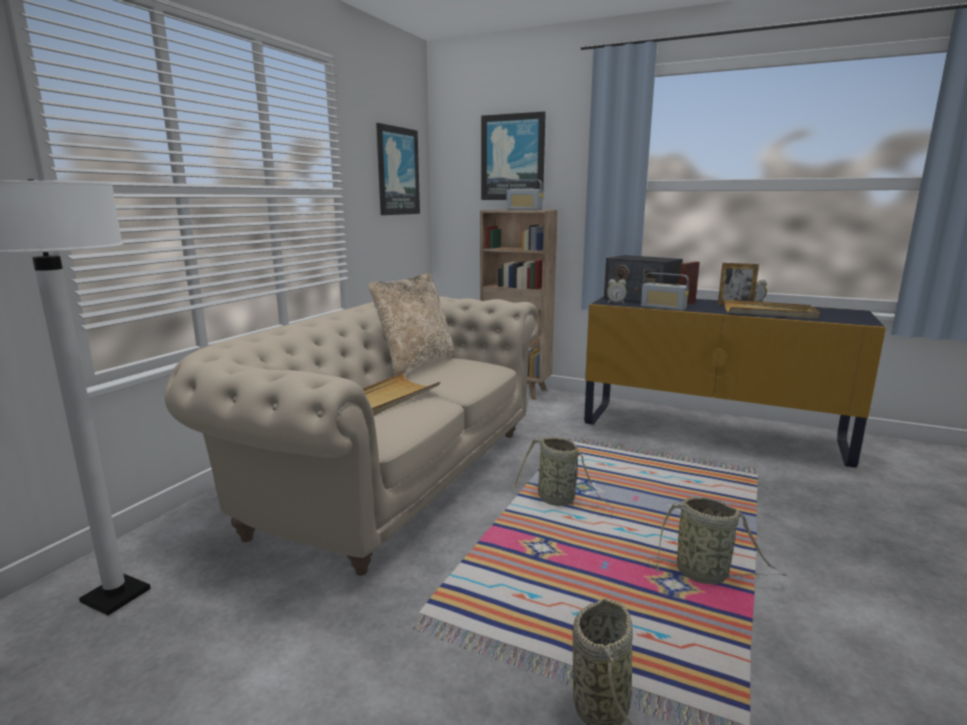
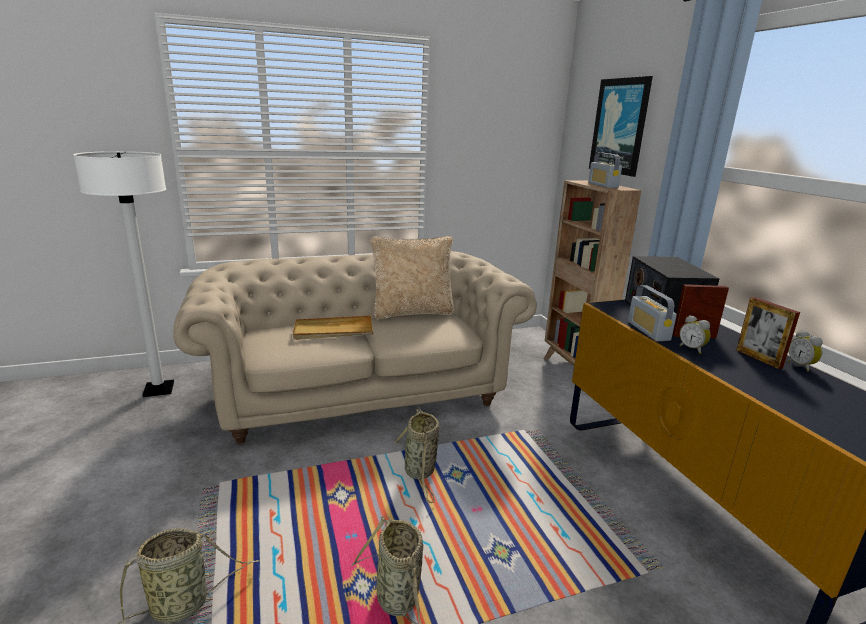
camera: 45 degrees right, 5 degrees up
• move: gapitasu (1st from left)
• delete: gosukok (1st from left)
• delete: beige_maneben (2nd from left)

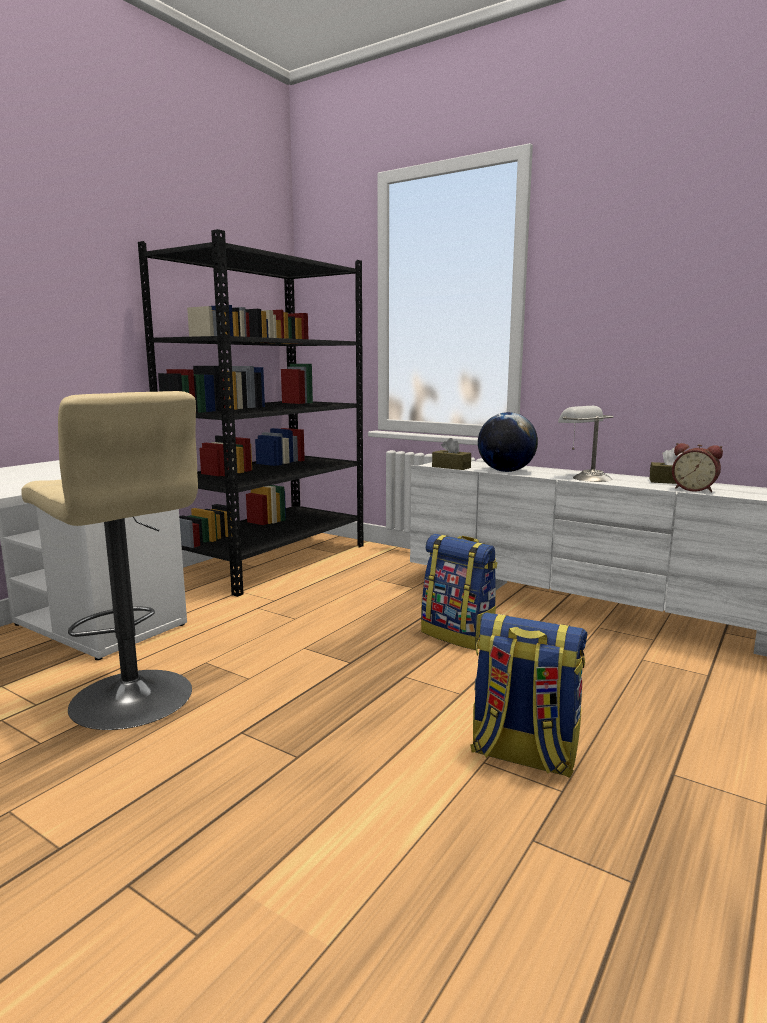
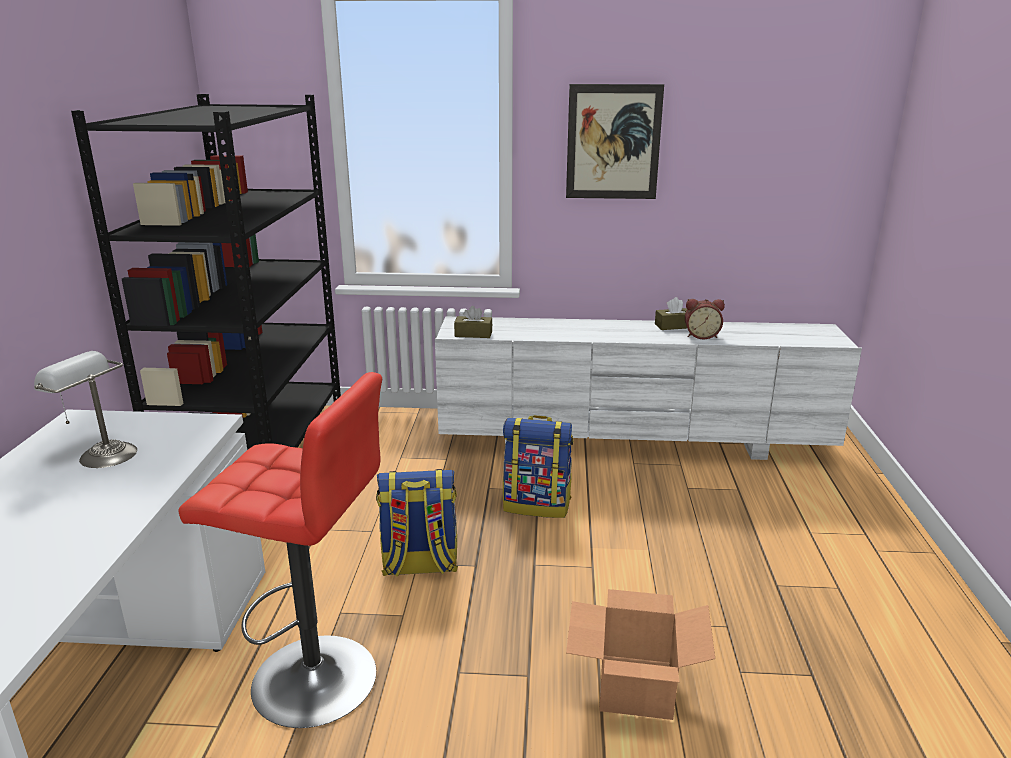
camera: 30 degrees left, 10 degrees up
• move: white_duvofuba
• recolor: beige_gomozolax to red_gomozolax
• move: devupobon (2nd from left in the first image) to devupobon (1st from left)
• insert: gosukok
• insert: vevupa
• delete: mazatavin

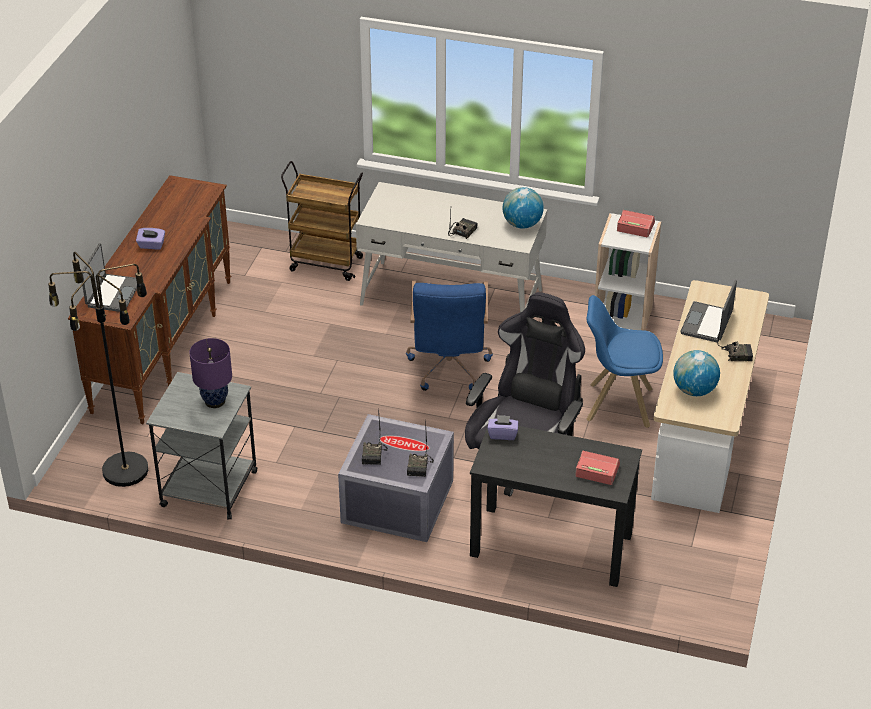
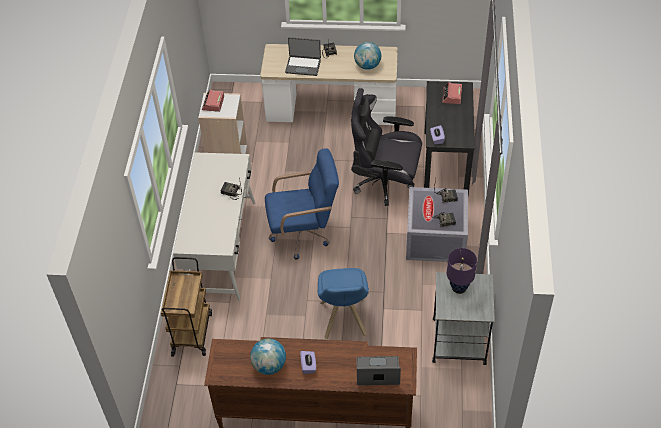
camera: 100 degrees left, 10 degrees up
• move: mazatavin (1st from left)
• move: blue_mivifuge
• delete: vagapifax

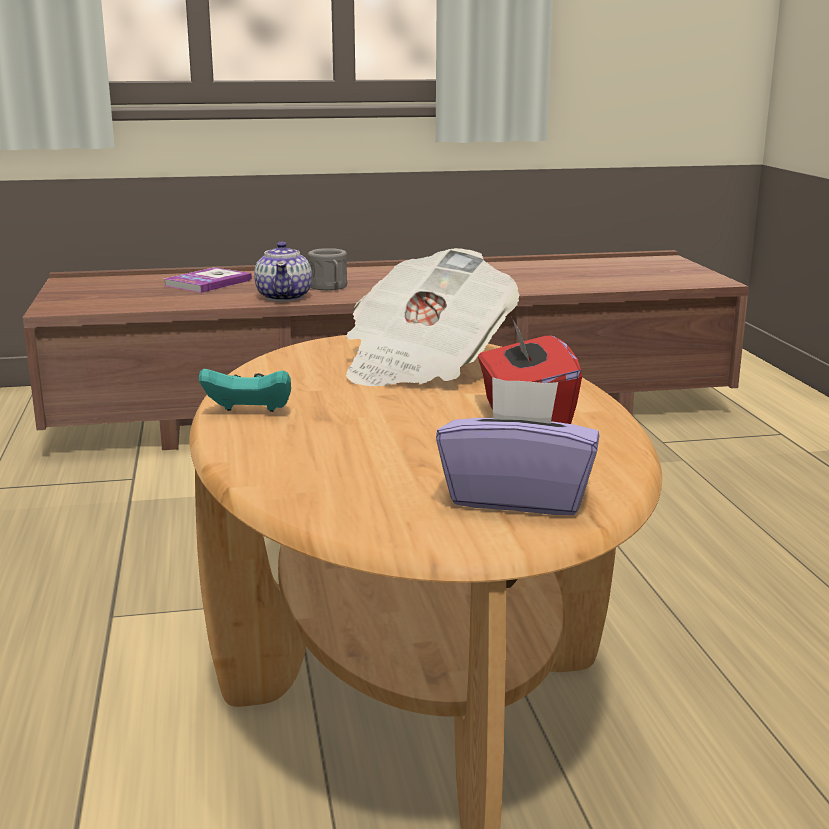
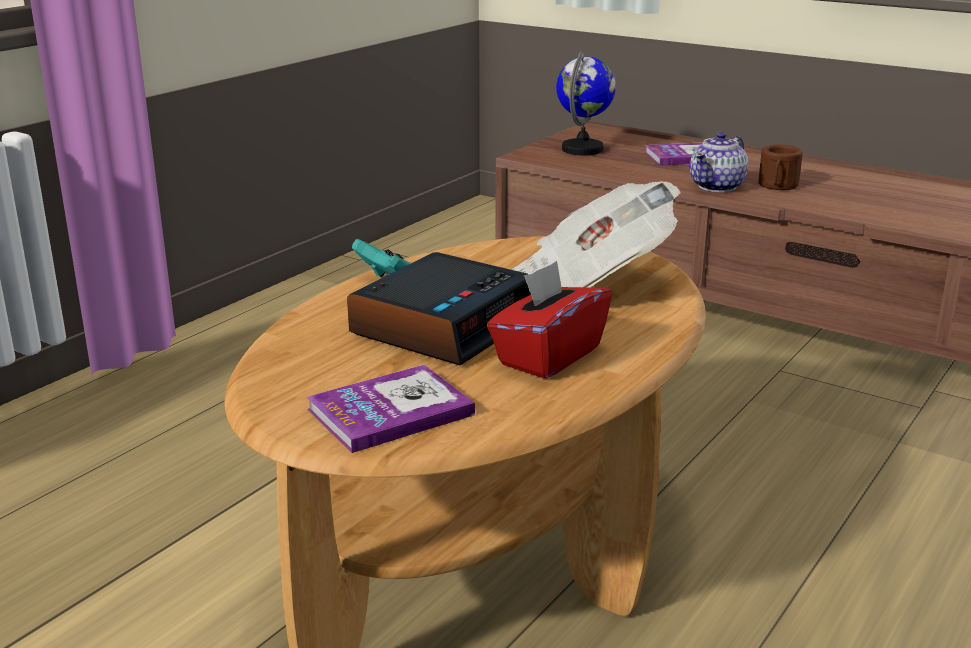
camera: 45 degrees right, 5 degrees up
• replace: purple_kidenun to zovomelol (1st from left)
• insert: gapitasu
• insert: mazatavin
• recolor: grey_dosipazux to brown_dosipazux

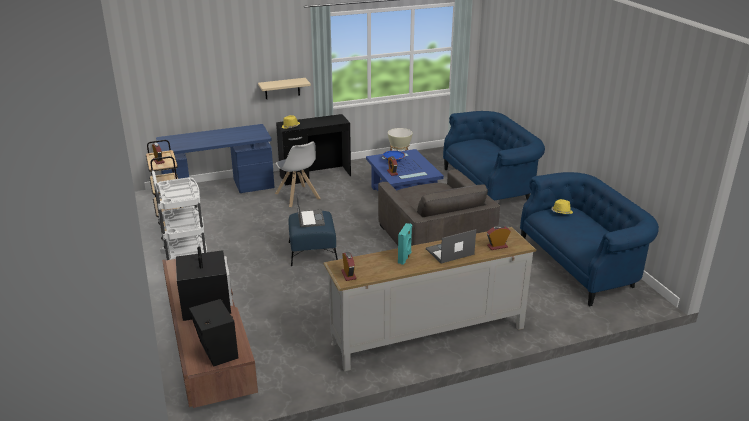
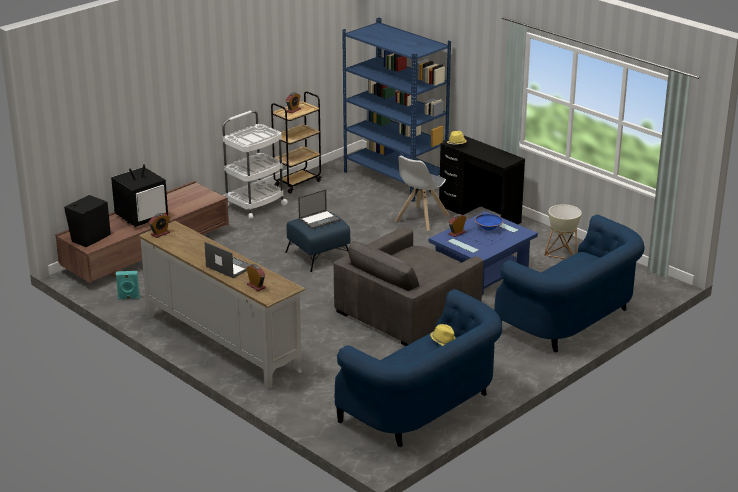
camera: 65 degrees right, 0 degrees up
• move: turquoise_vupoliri
• replace: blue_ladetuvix to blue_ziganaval
• delete: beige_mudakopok

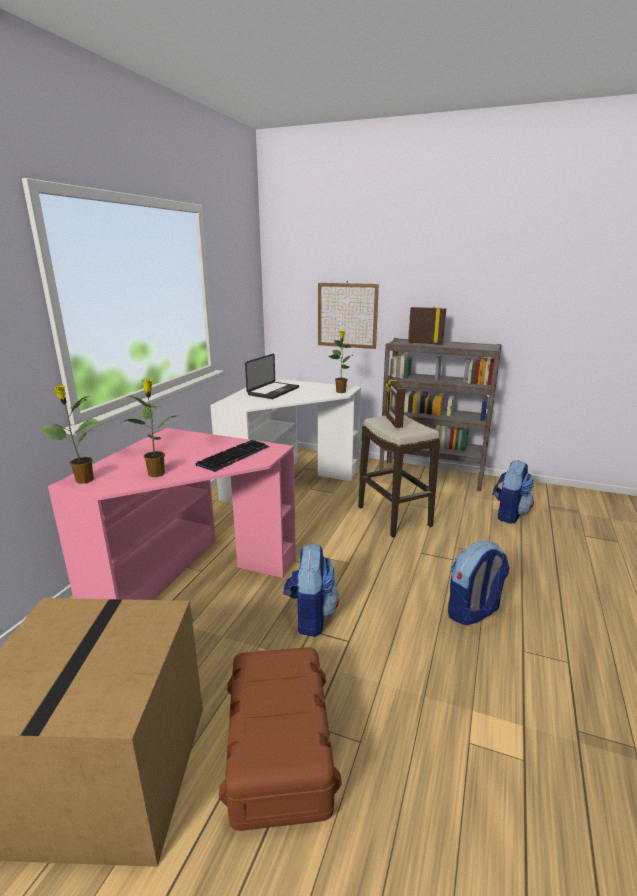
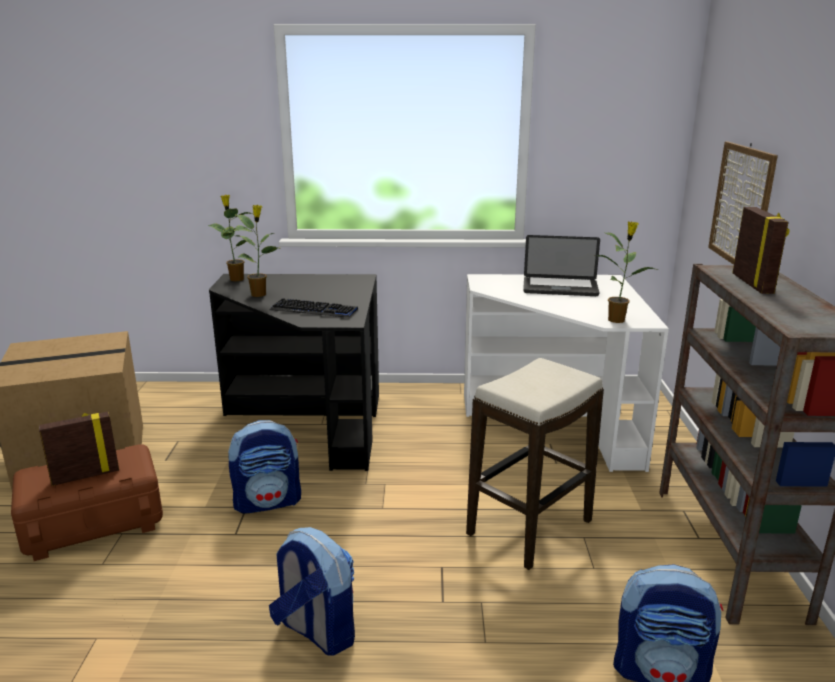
camera: 70 degrees right, 0 degrees up
• move: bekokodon (1st from left)
• recolor: pink_ladetuvix to black_ladetuvix

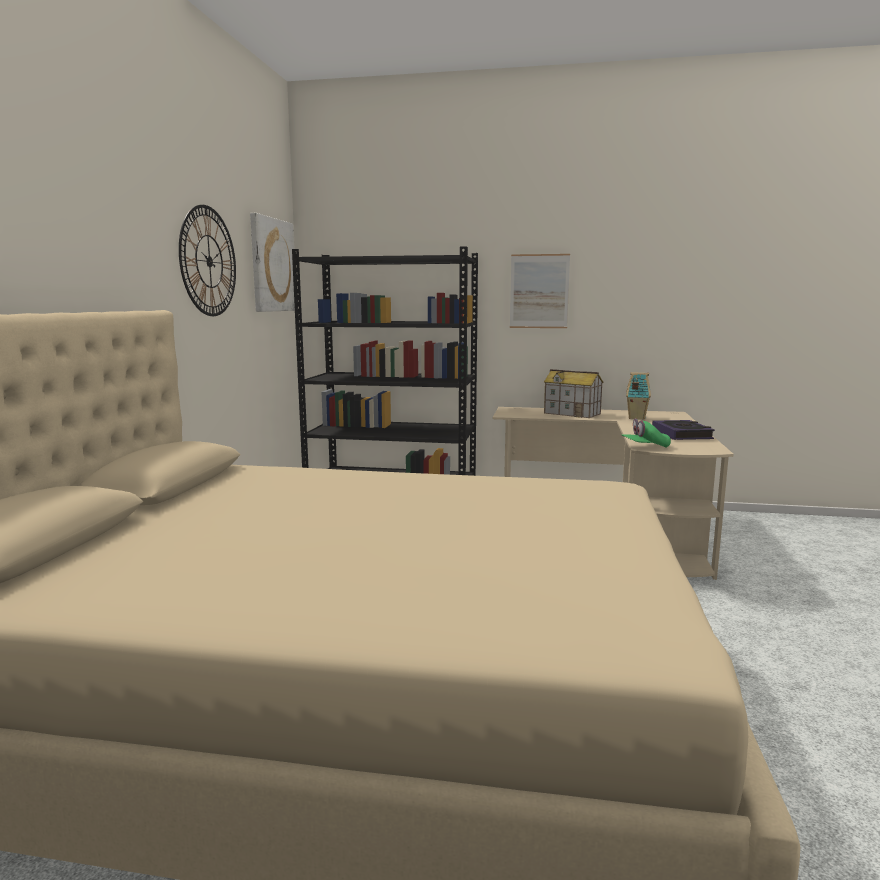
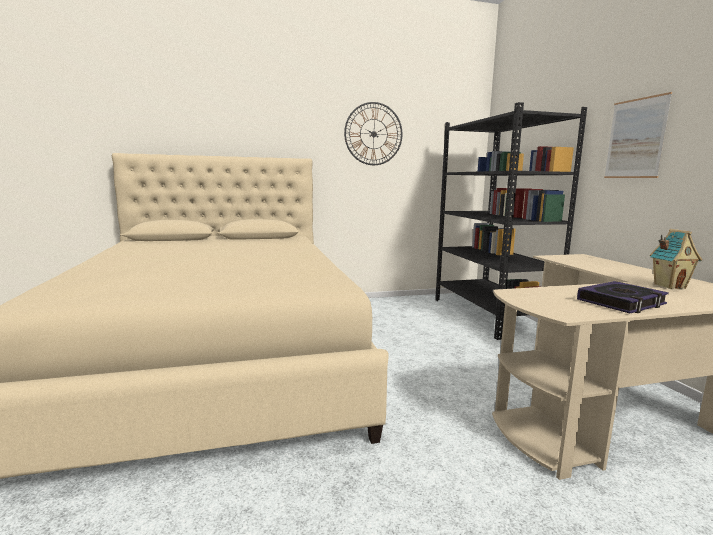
camera: 65 degrees right, 0 degrees up
• delete: gosukok (1st from left)
• delete: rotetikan (1st from left)
• delete: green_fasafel

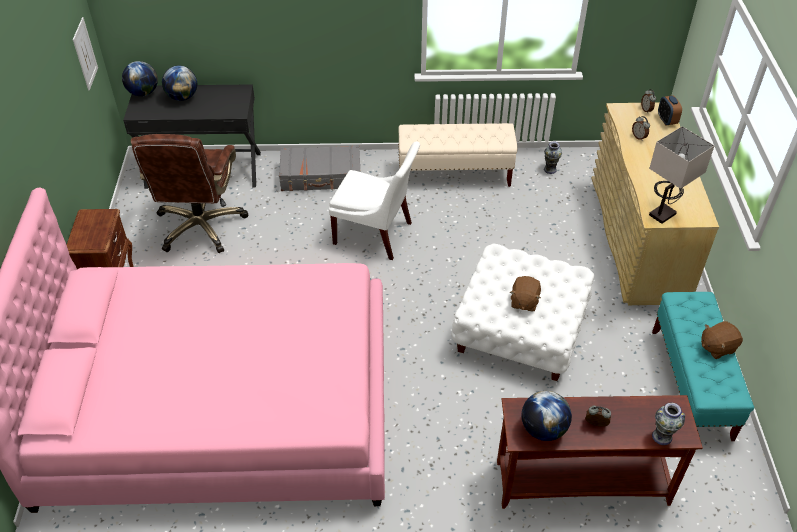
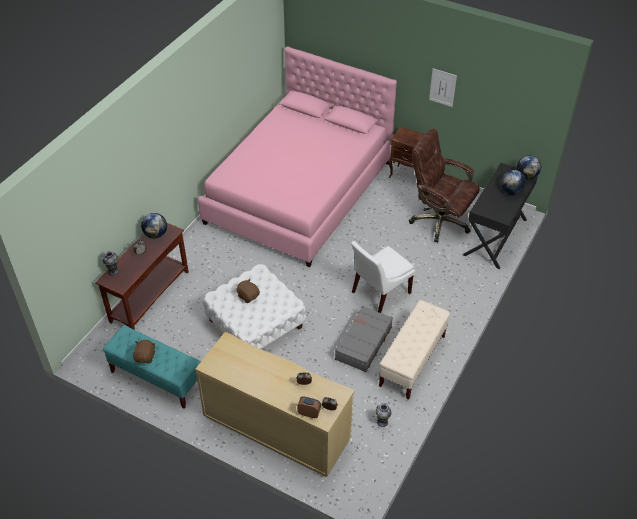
camera: 120 degrees right, 0 degrees up
• move: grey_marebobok
• move: gosukok
• delete: duvofuba

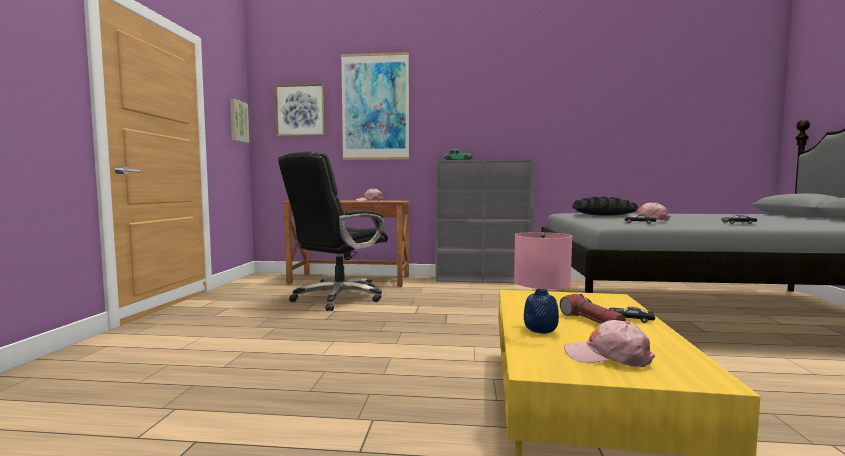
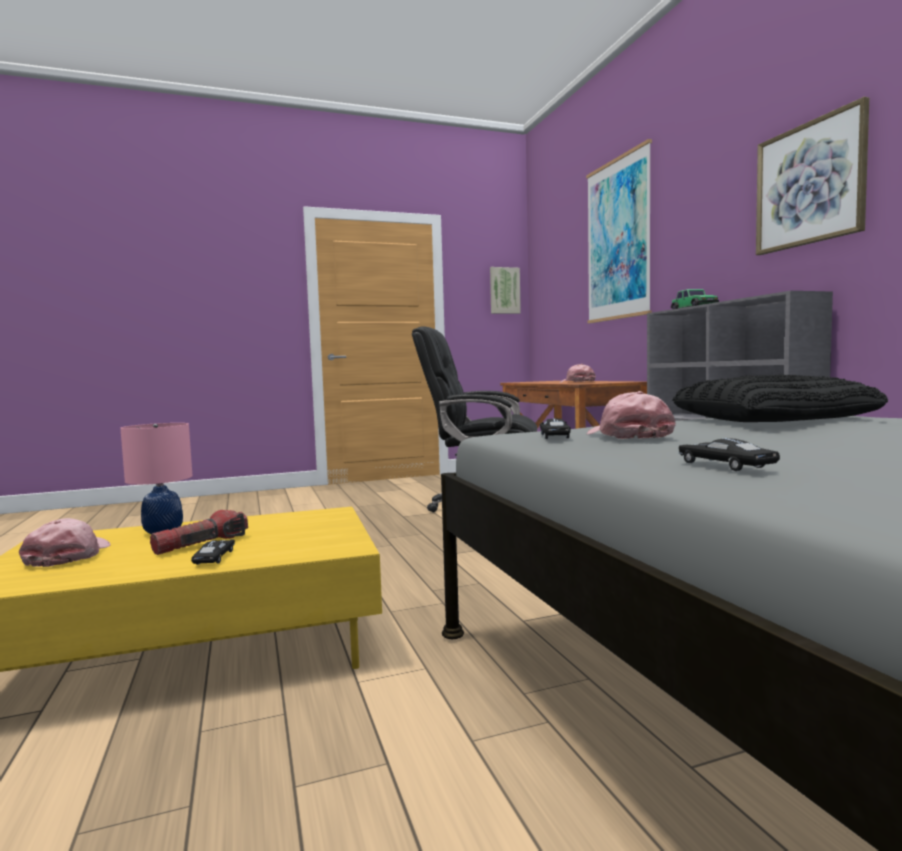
camera: 65 degrees right, 0 degrees up
• move: gosukok (2nd from left in the first image) to gosukok (3rd from left)

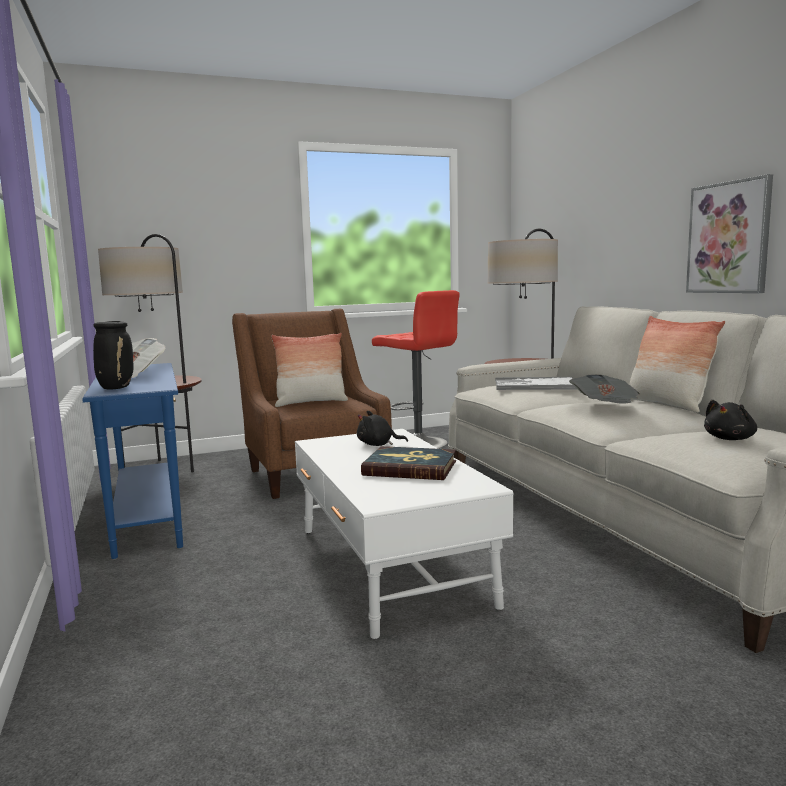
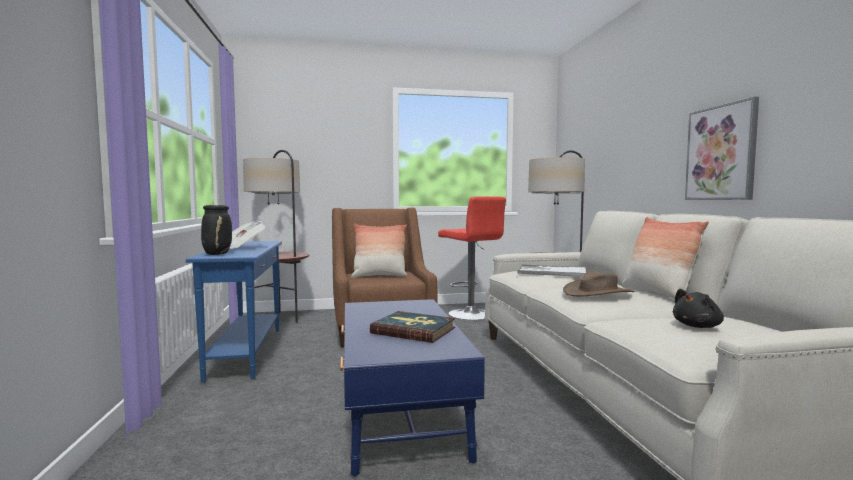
camera: 10 degrees right, 5 degrees down
• recolor: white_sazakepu to blue_sazakepu
• replace: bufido (2nd from left) to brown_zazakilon
• delete: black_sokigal (1st from left)

